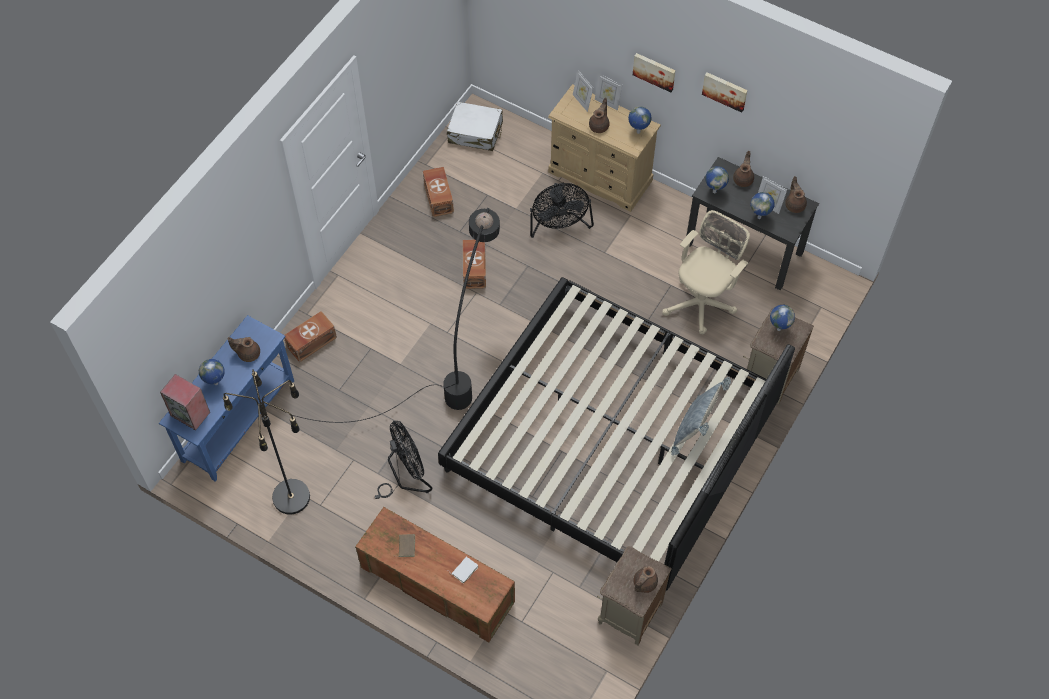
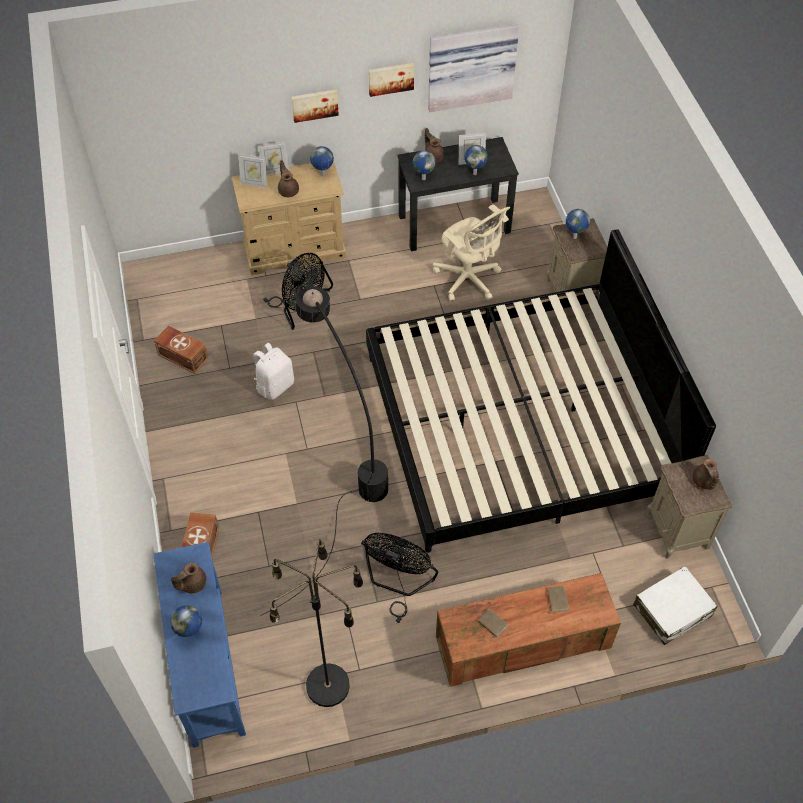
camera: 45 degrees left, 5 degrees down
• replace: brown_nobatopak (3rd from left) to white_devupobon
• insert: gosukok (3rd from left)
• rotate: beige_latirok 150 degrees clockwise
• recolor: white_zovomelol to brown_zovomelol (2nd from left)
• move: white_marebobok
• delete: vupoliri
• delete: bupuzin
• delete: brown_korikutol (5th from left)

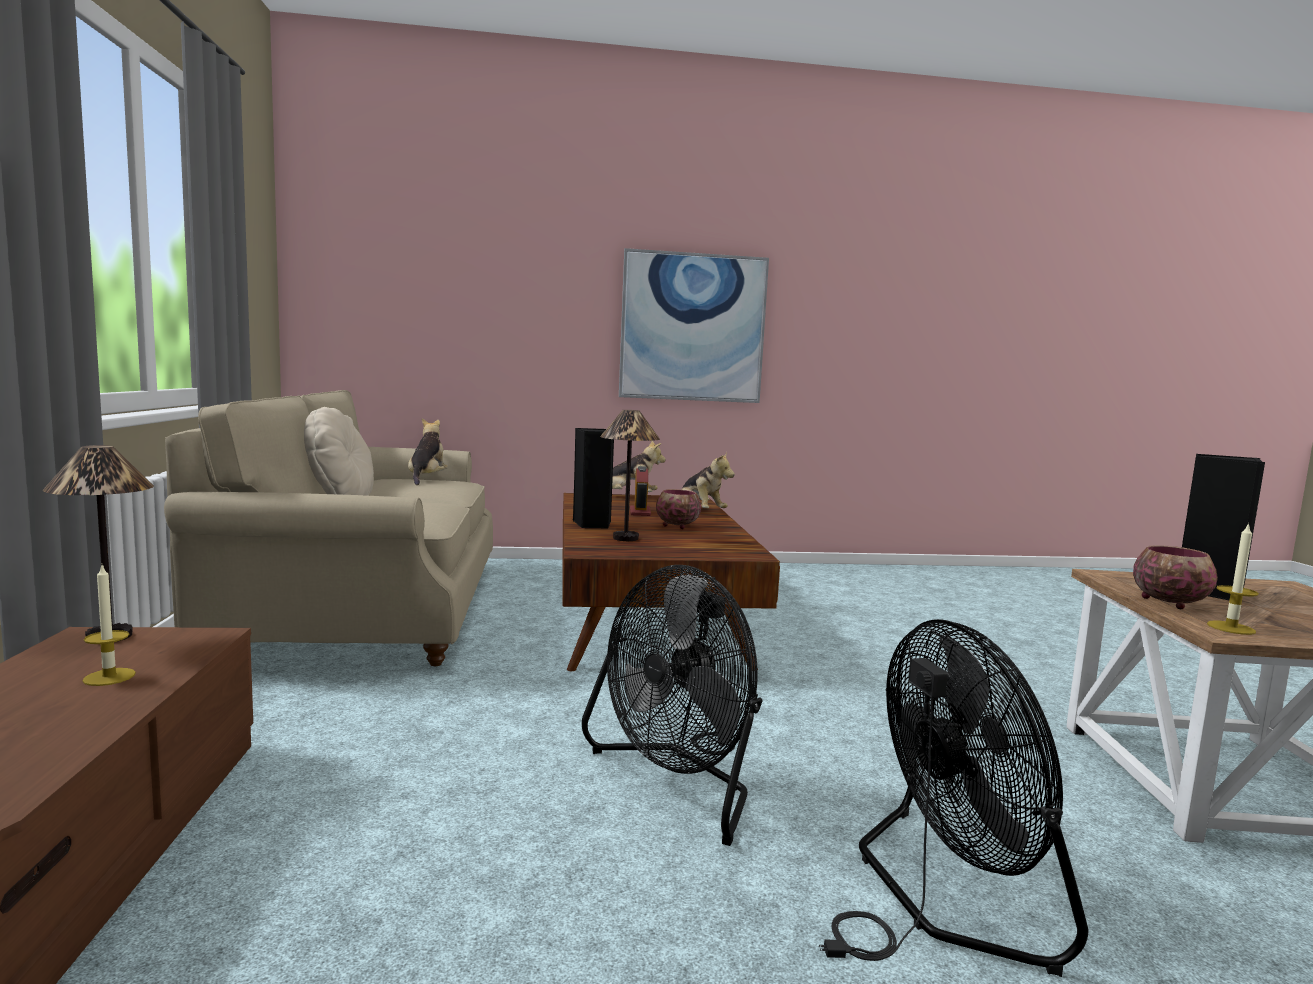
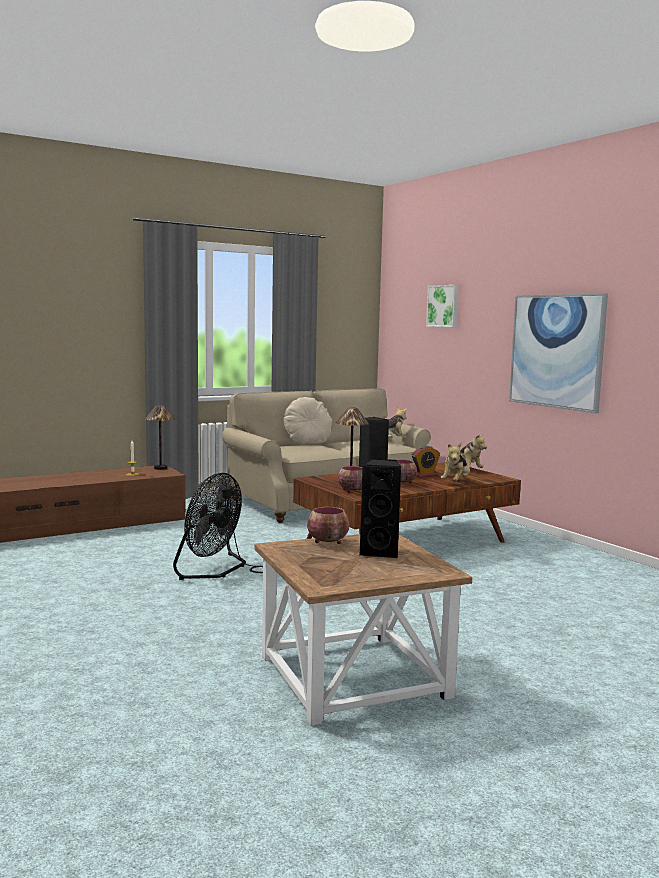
camera: 65 degrees right, 0 degrees up
• insert: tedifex (2nd from left)
• insert: gosukok (1st from left)
• delete: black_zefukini (2nd from left)
• delete: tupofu (2nd from left)

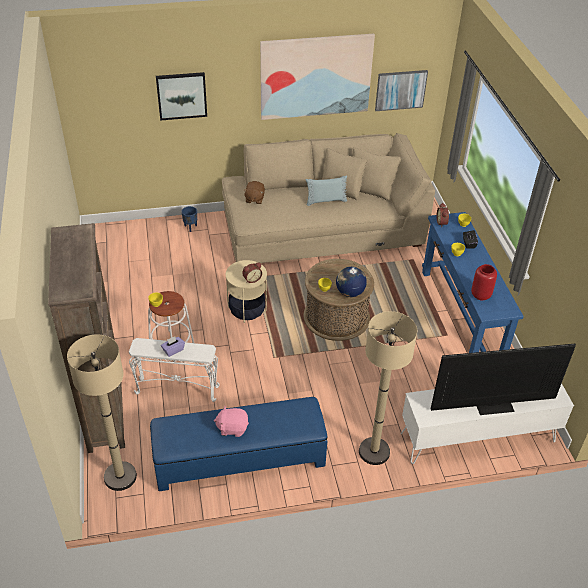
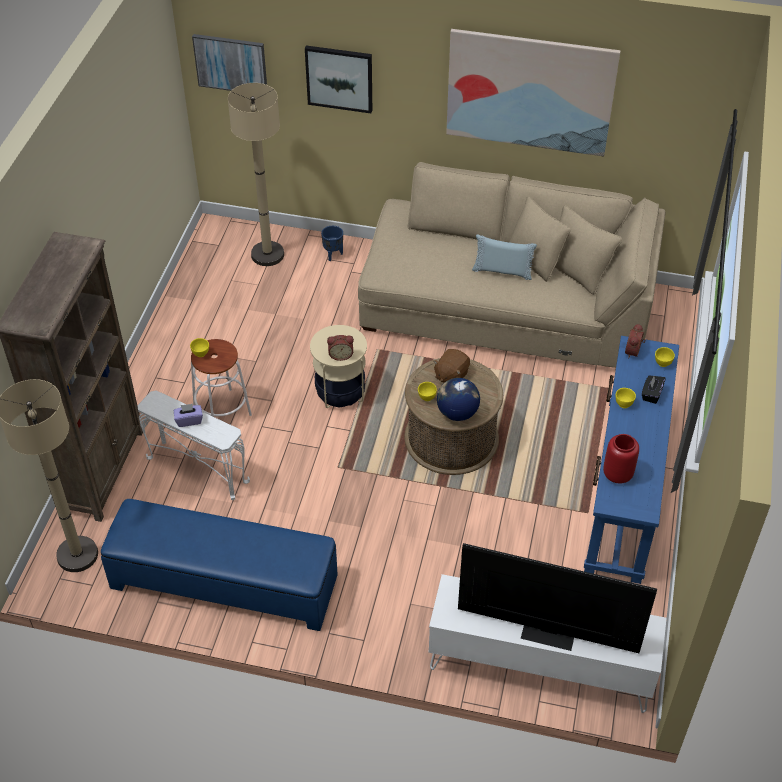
camera: 25 degrees right, 5 degrees up
• move: gosukok (3rd from left in the first image) to gosukok (1st from left)
• move: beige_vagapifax (2nd from left)
• move: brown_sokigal
• delete: pink_sokigal

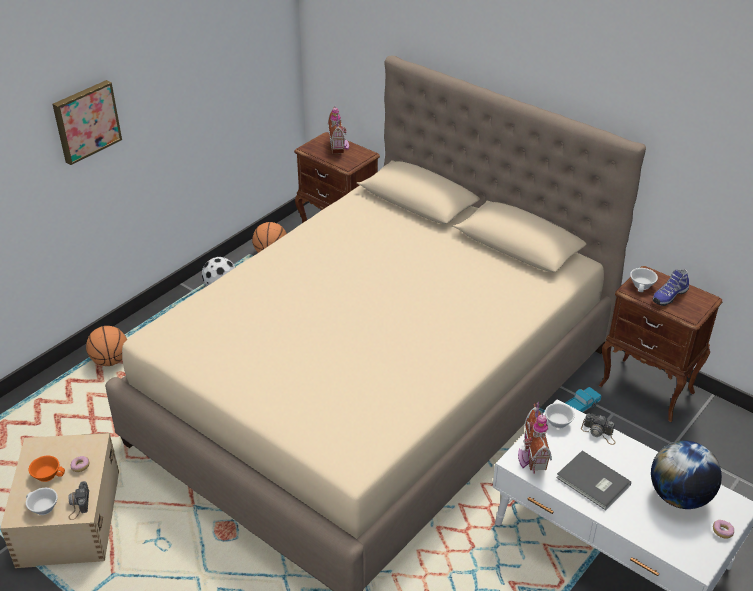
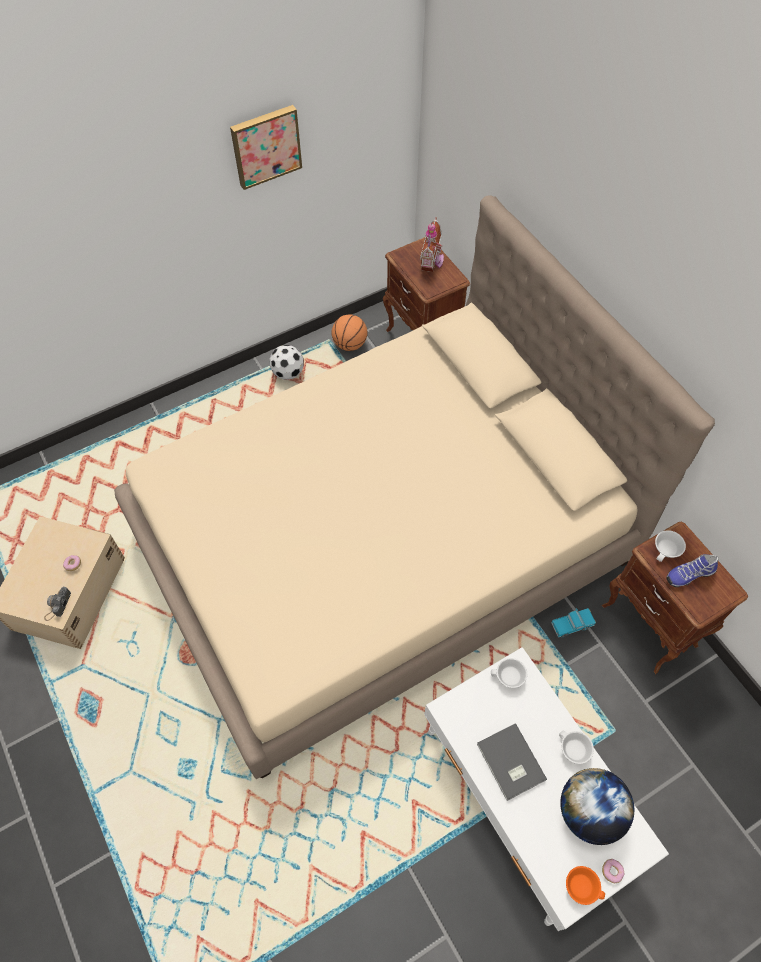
camera: 20 degrees right, 20 degrees up
• move: gosukok
• move: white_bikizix (1st from left in the first image) to white_bikizix (2nd from left)
• move: orange_bikizix
• delete: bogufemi (1st from left)
• delete: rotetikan (2nd from left)
• delete: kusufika (2nd from left)

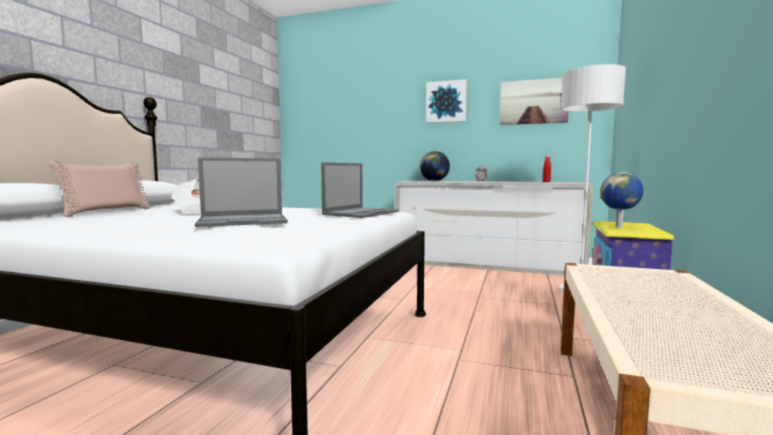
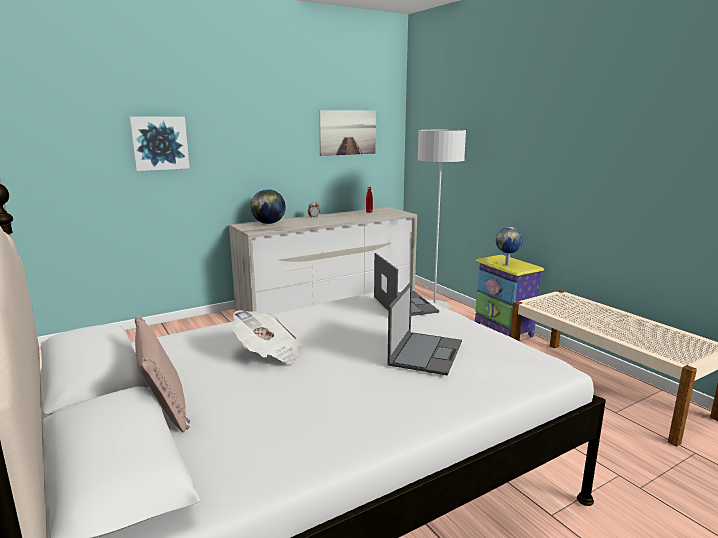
camera: 50 degrees left, 10 degrees up
• move: gosukok (1st from left)

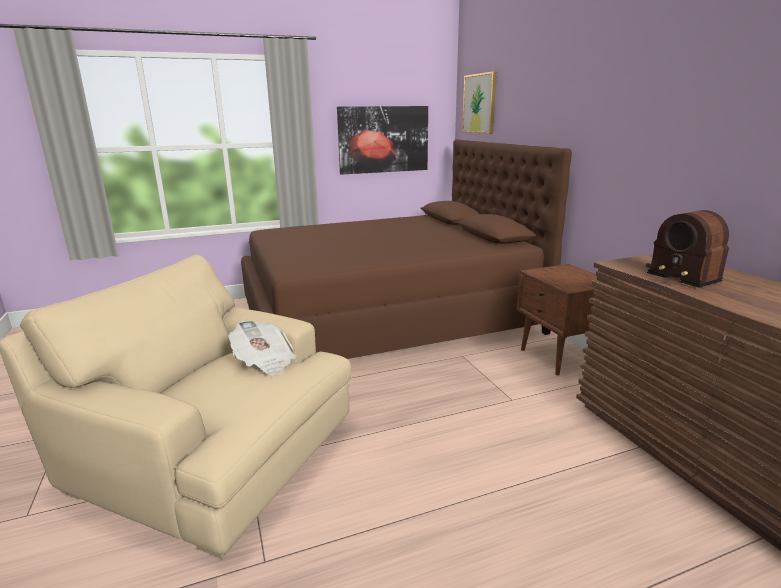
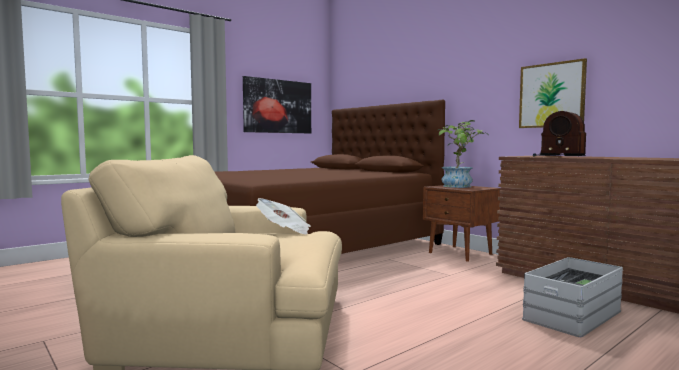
camera: 20 degrees left, 15 degrees down
• insert: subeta
• move: gosukok (2nd from left)
• insert: grey_nobatopak

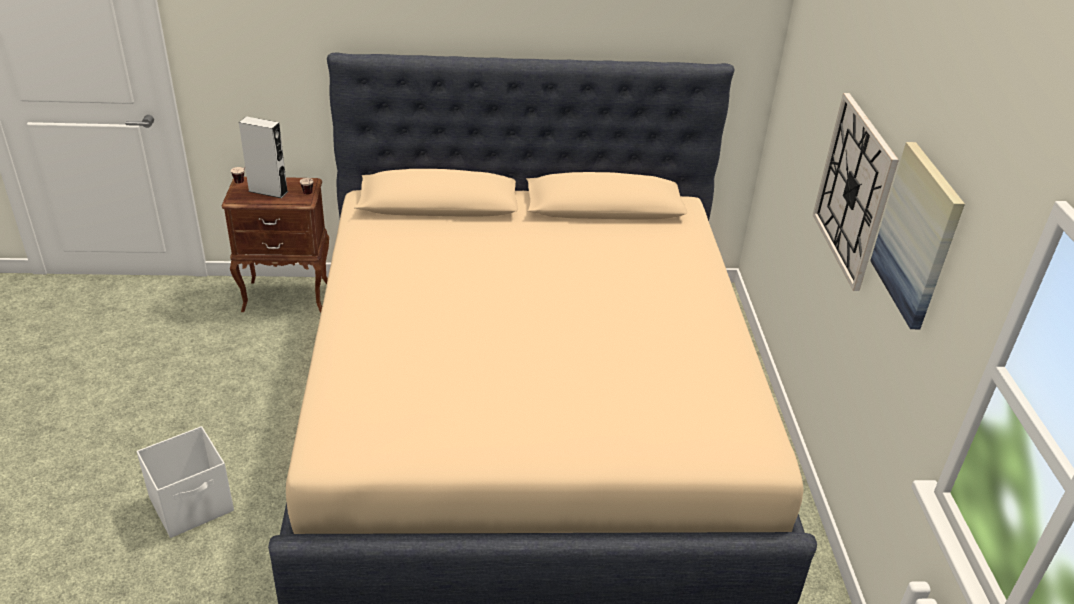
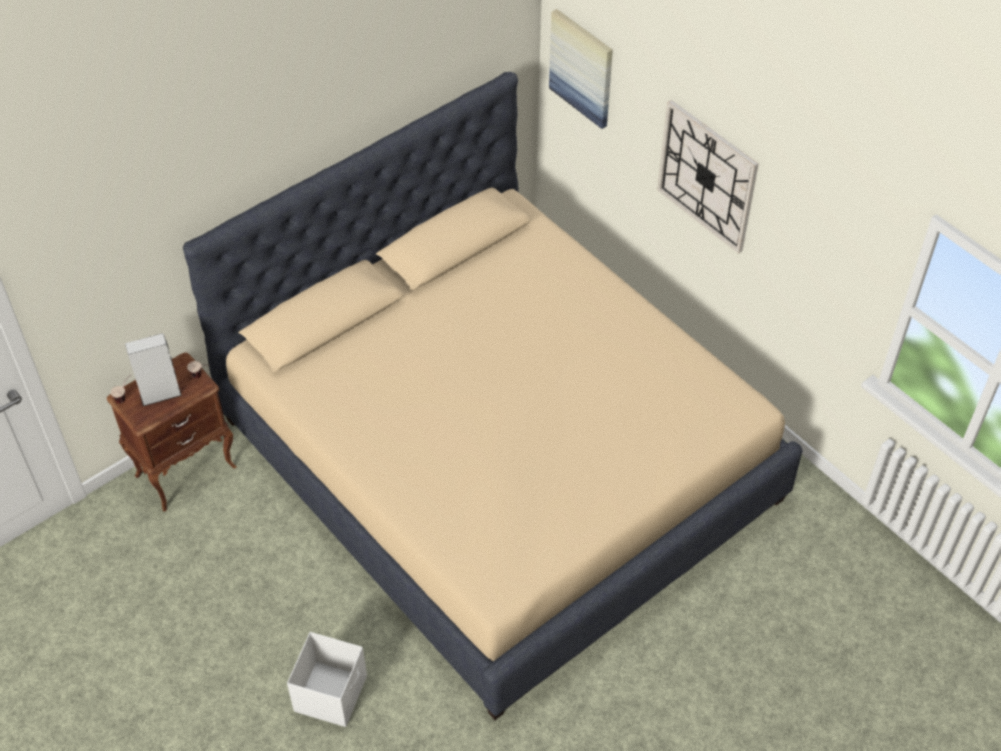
camera: 35 degrees left, 15 degrees up
• move: gosukok

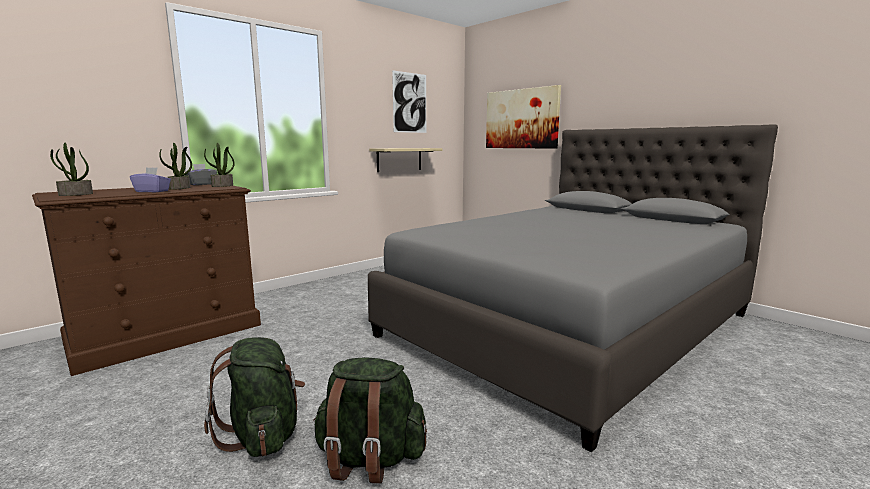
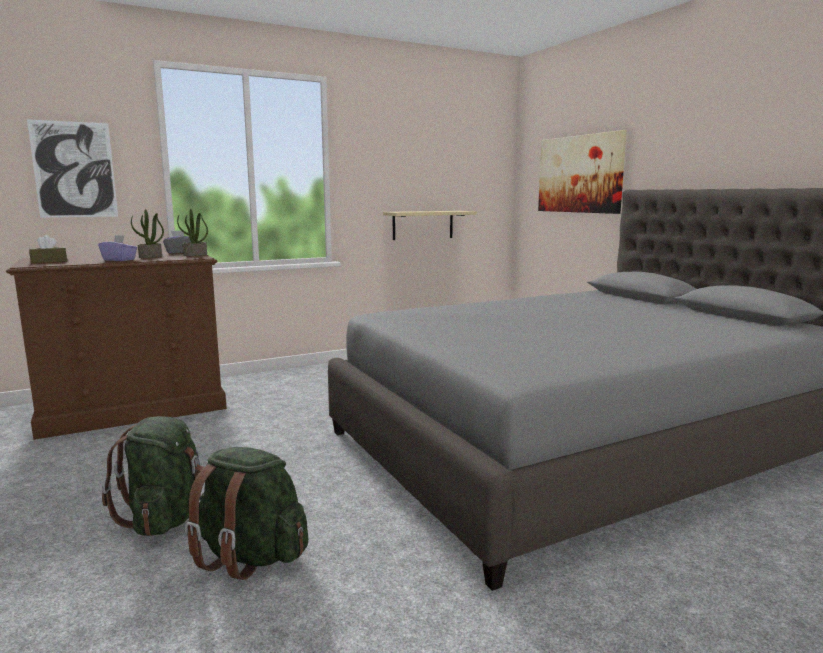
camera: 15 degrees right, 0 degrees up
• move: gosukok (1st from left)
• replace: subeta (1st from left) to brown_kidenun

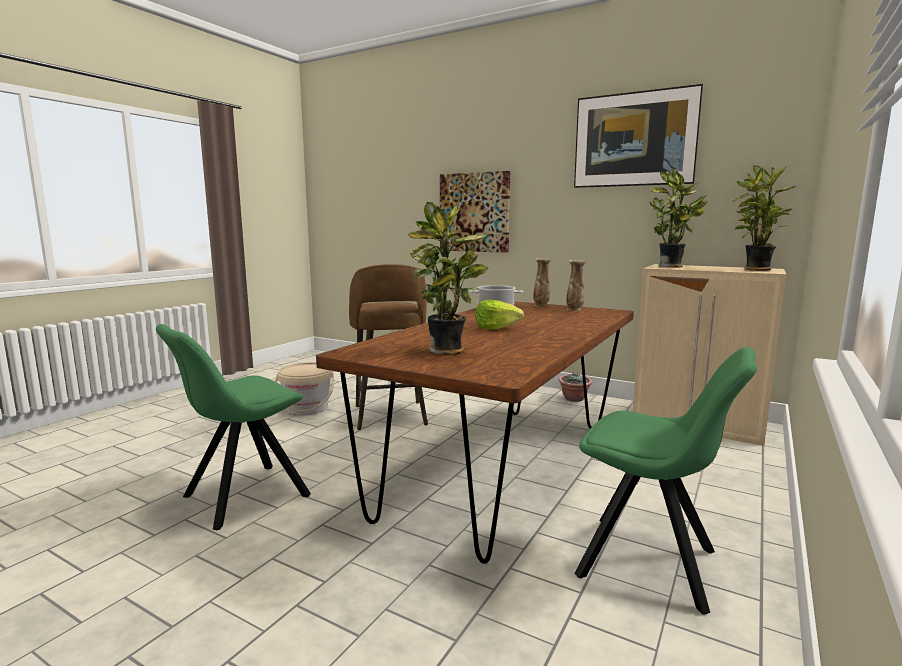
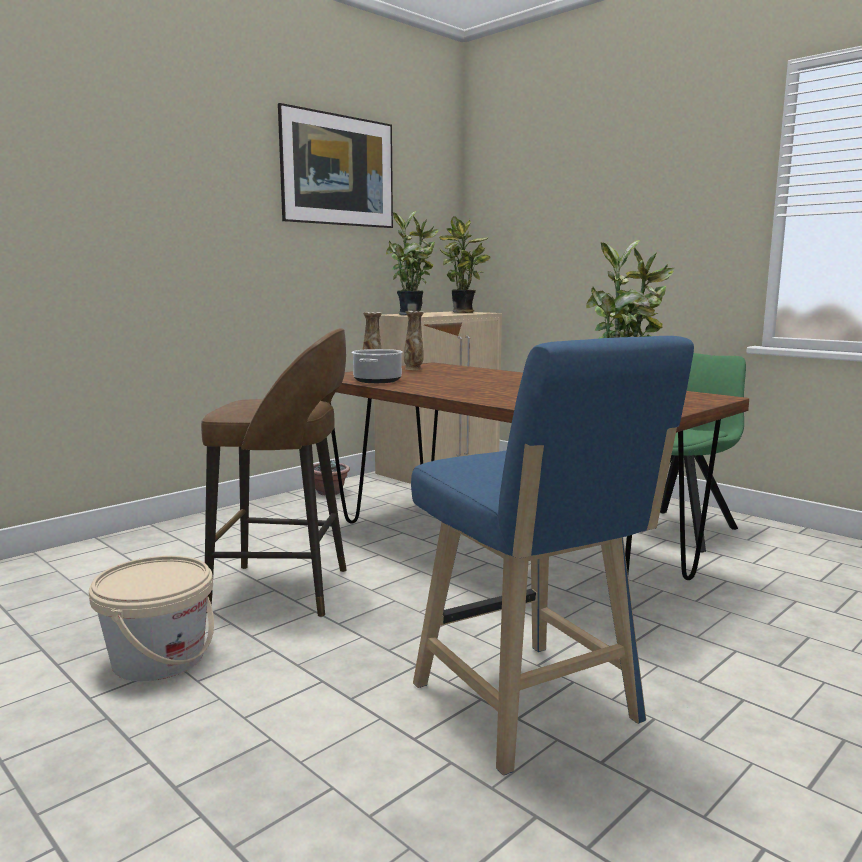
camera: 75 degrees left, 0 degrees up
• replace: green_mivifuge (1st from left) to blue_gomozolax
• delete: gosukok (1st from left)
• delete: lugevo

